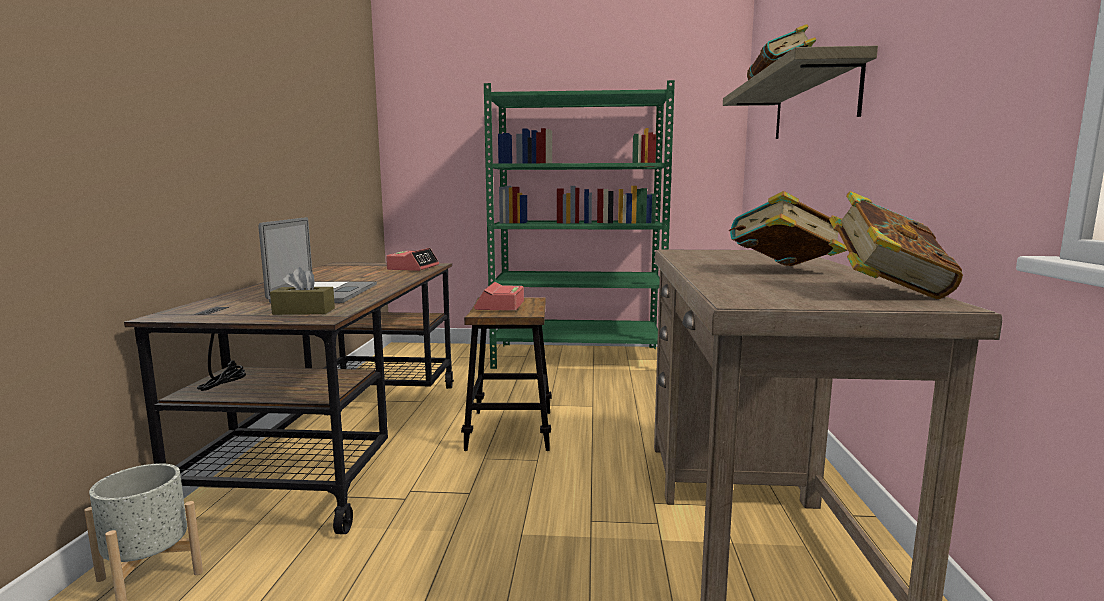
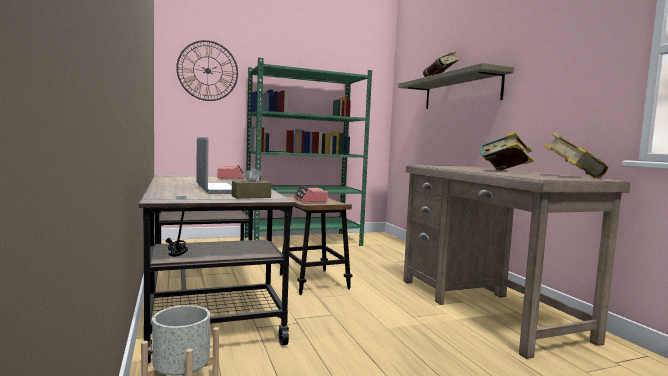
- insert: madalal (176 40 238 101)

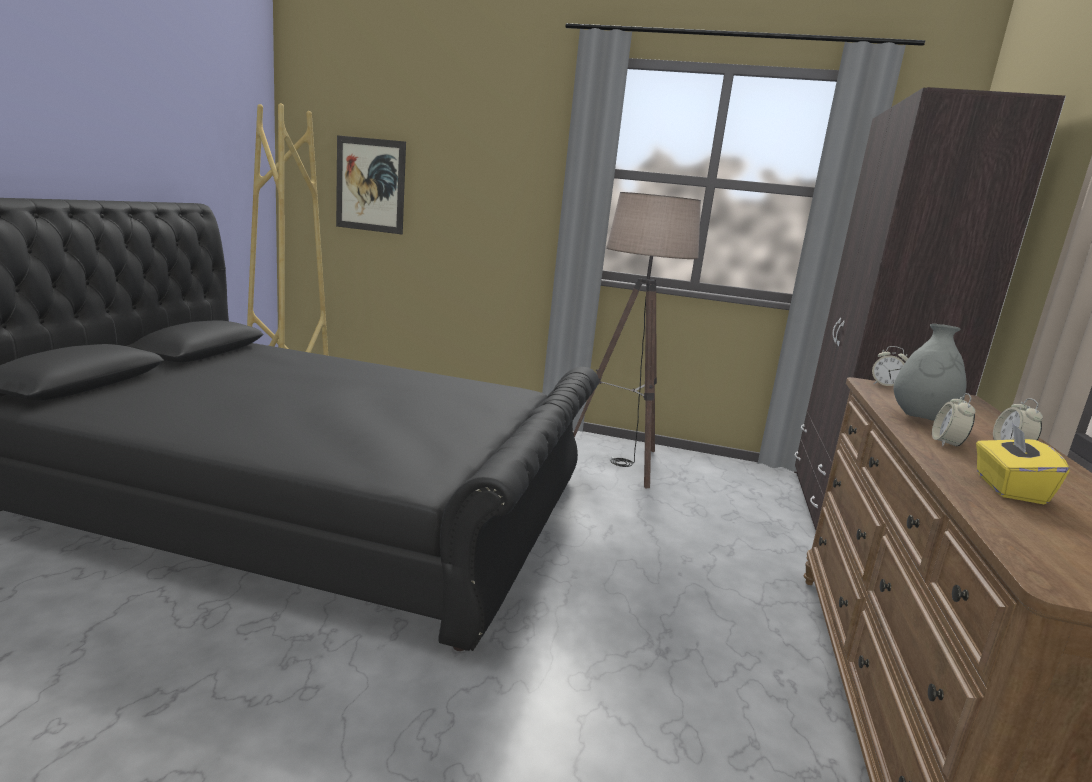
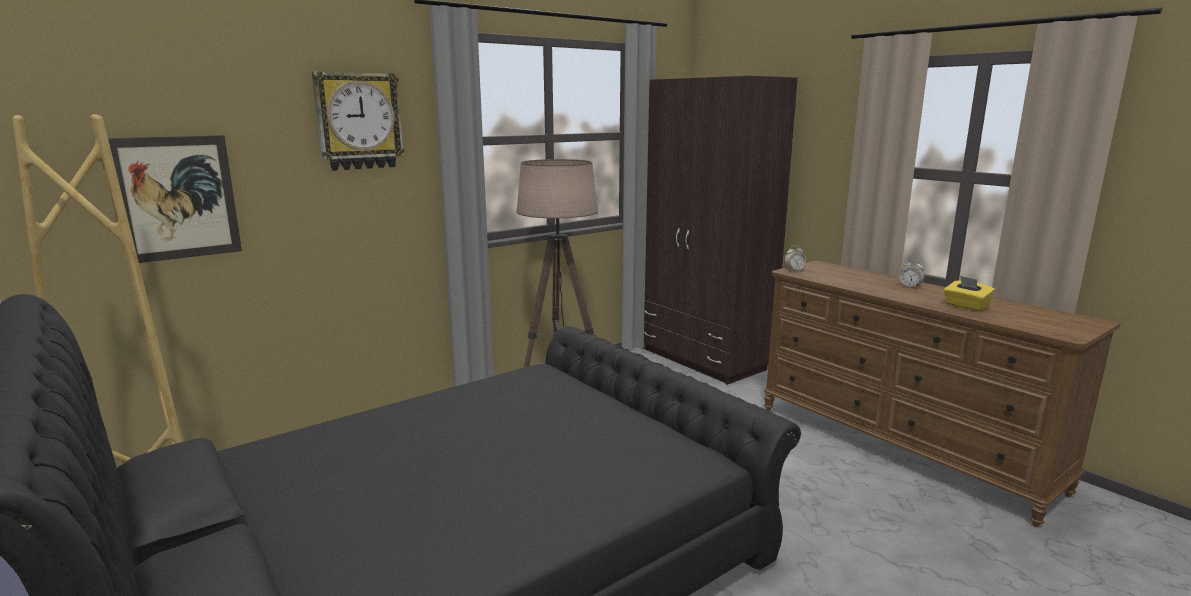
- delete: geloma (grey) (893 324 966 421)
- delete: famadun (932 393 976 447)
- insert: madalal (312 71 405 171)

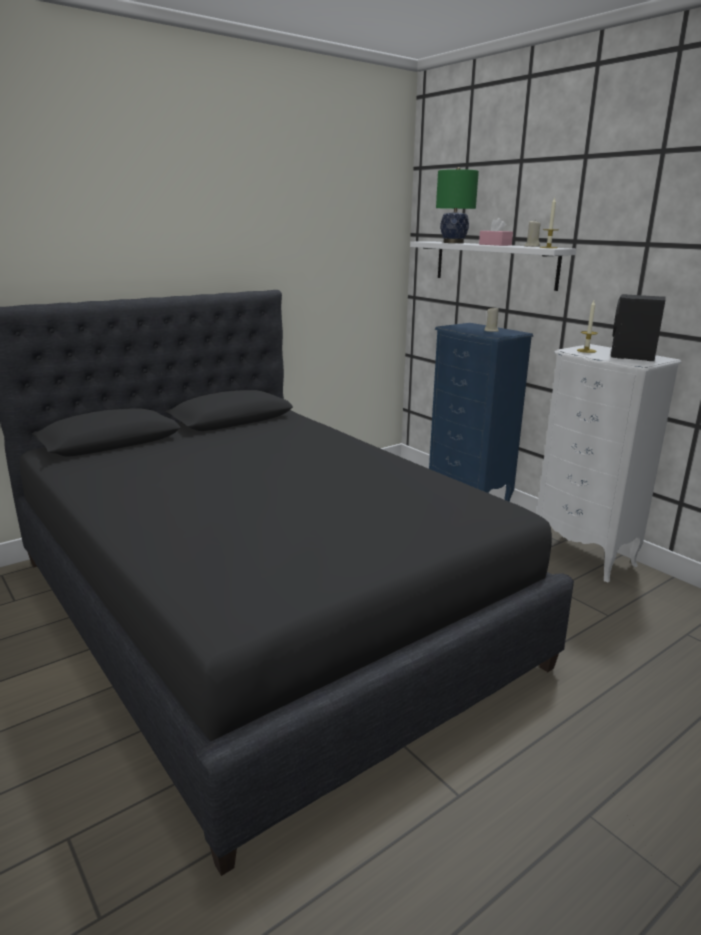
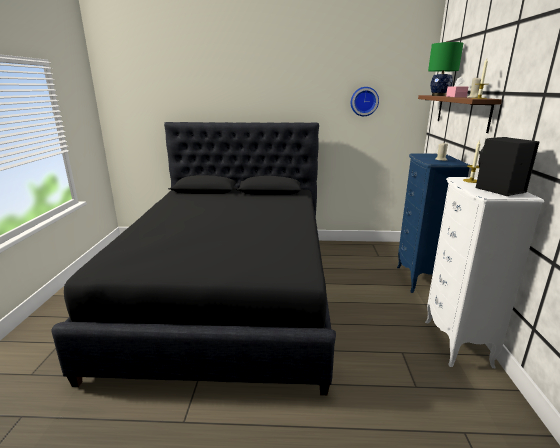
- recolor: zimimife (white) (410 241 576 291) to zimimife (brown) (418 95 502 133)
- insert: madalal (351 87 379 116)

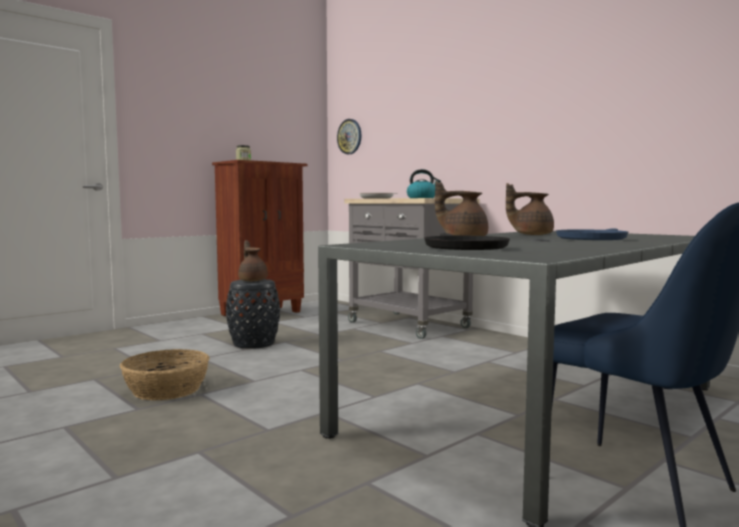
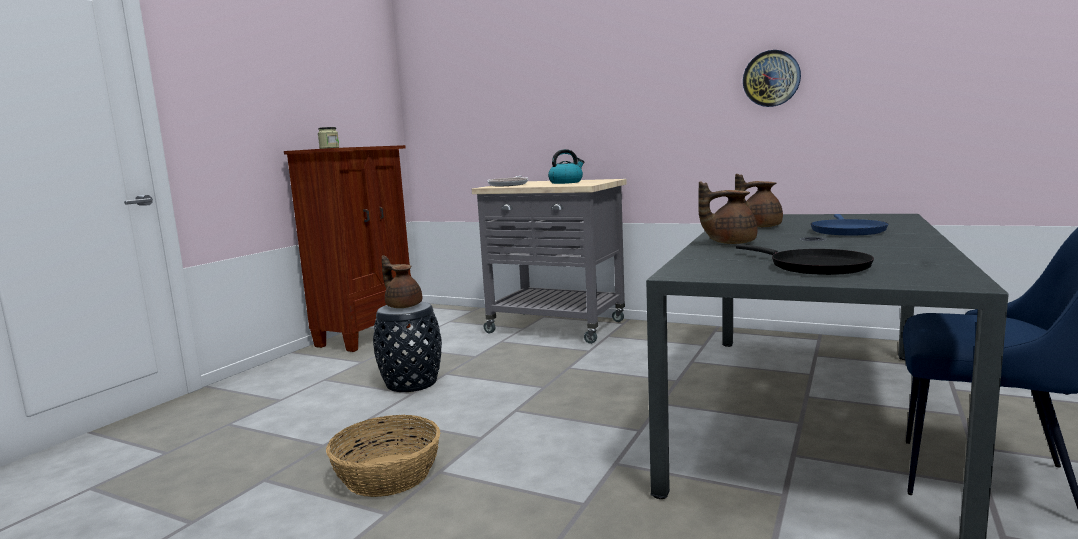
- move: madalal (337 119 362 154) to (743 50 801 107)

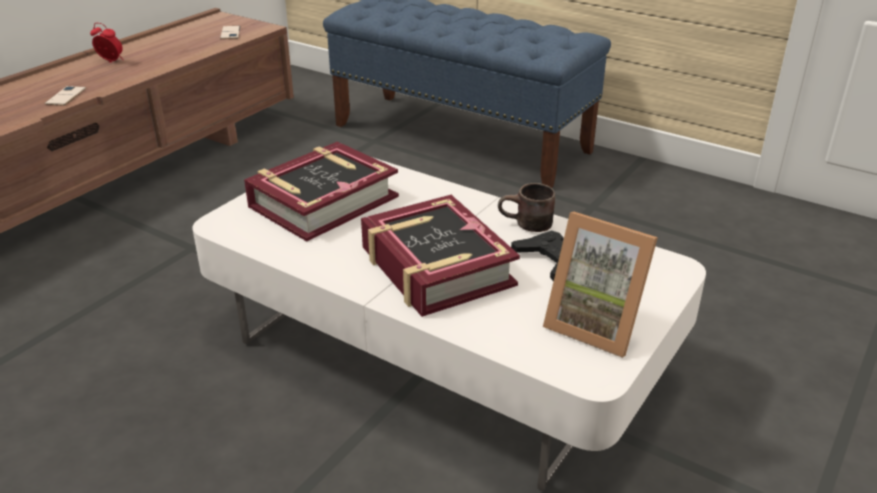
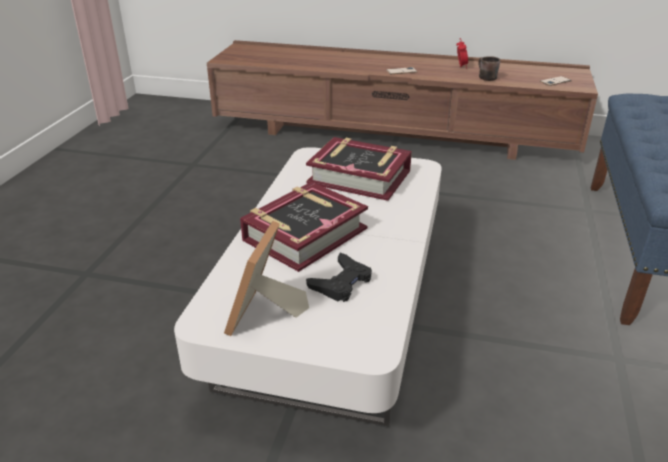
- move: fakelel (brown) (498 183 555 232) to (478 56 500 81)

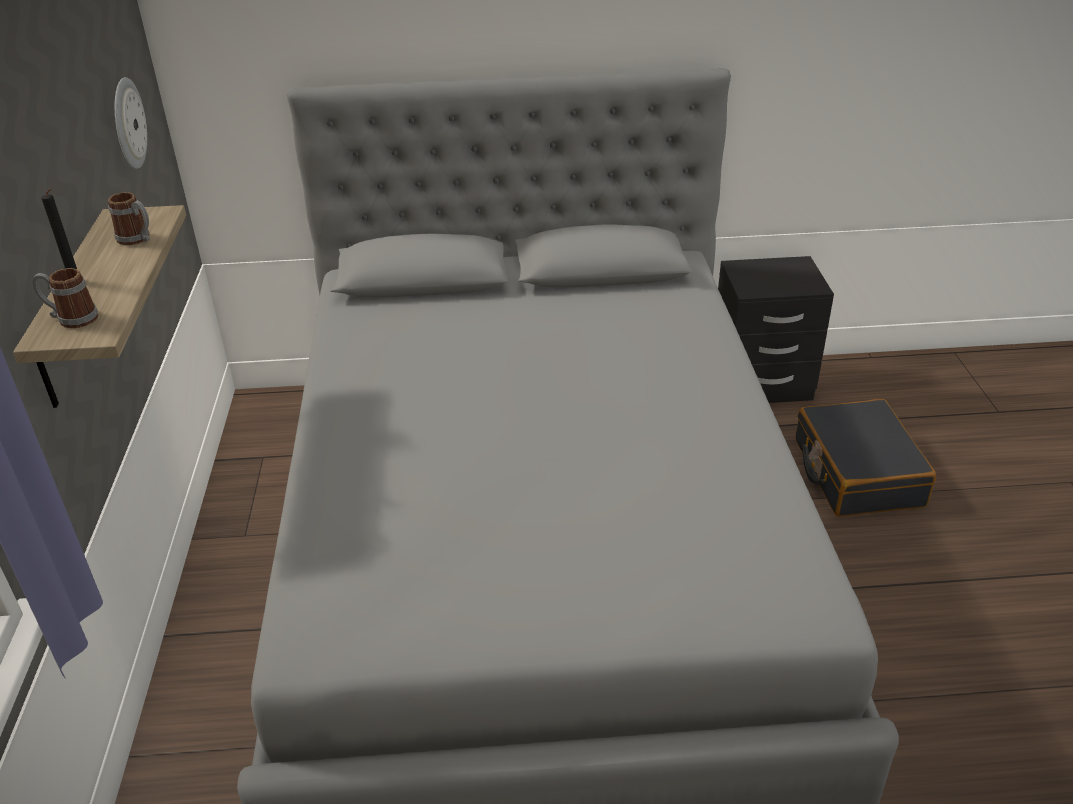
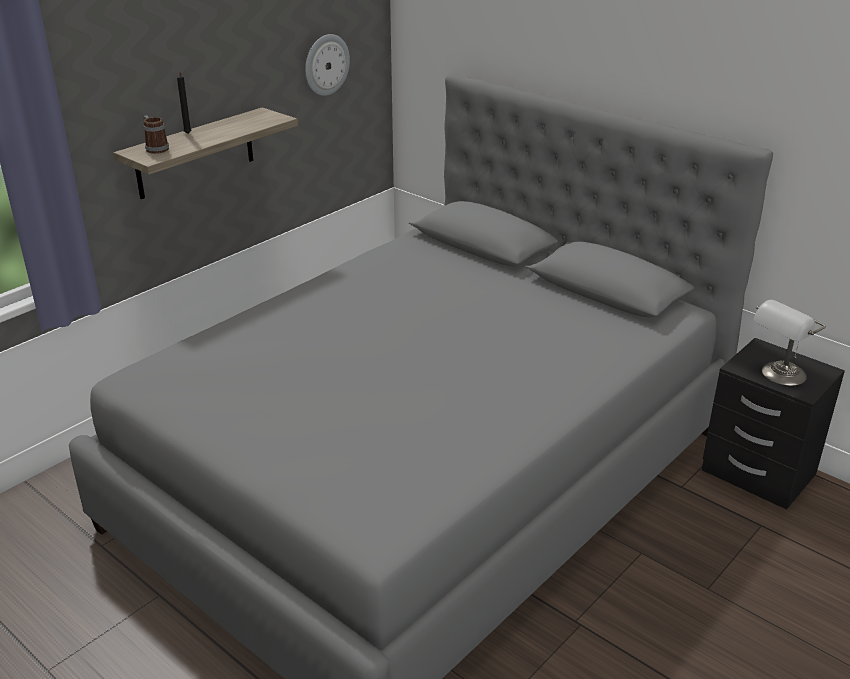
- delete: fakelel (108 192 150 245)
- delete: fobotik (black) (796 399 936 517)
- insert: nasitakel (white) (754 300 826 386)

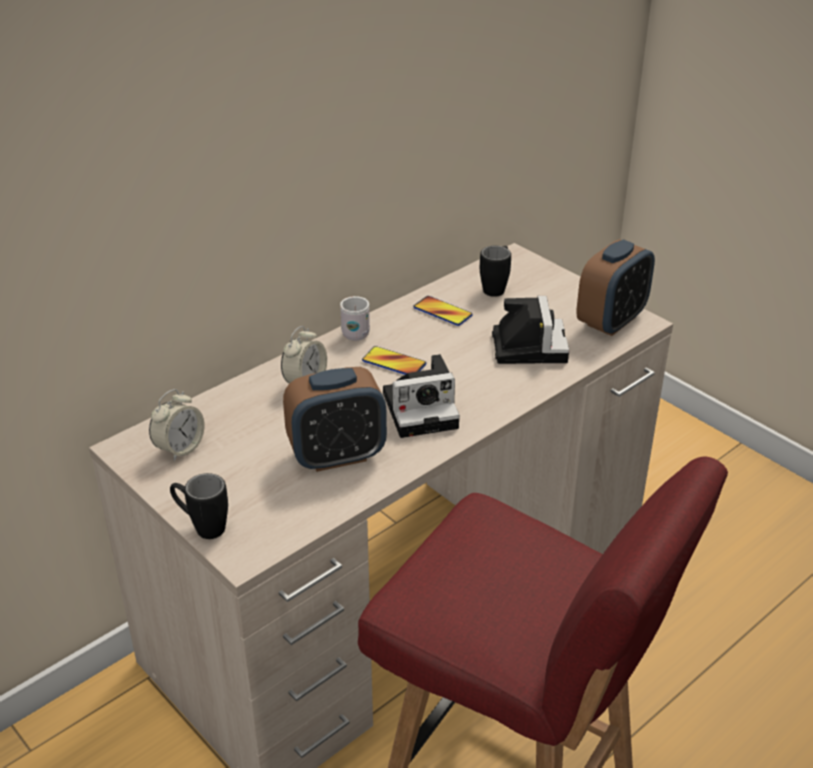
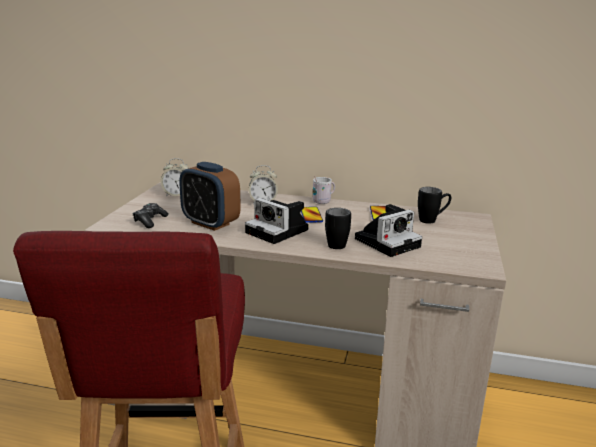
- move: fakelel (black) (170 473 228 539) to (325 208 351 249)
- delete: famadun (576 239 655 336)
- insert: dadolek (132 203 169 228)

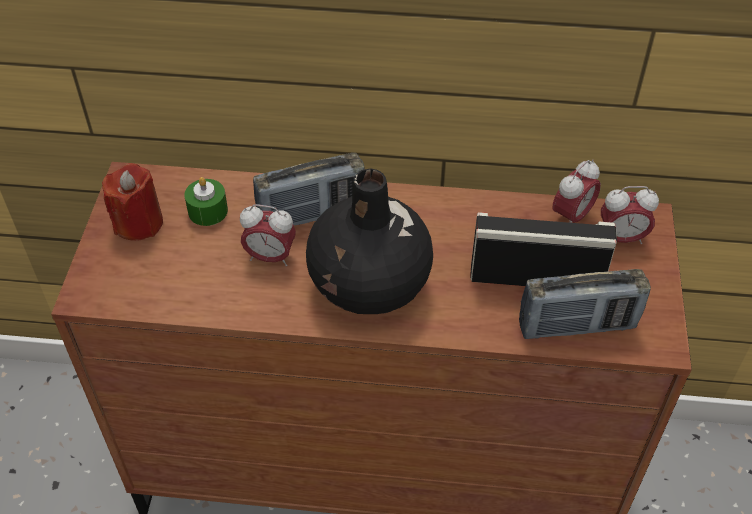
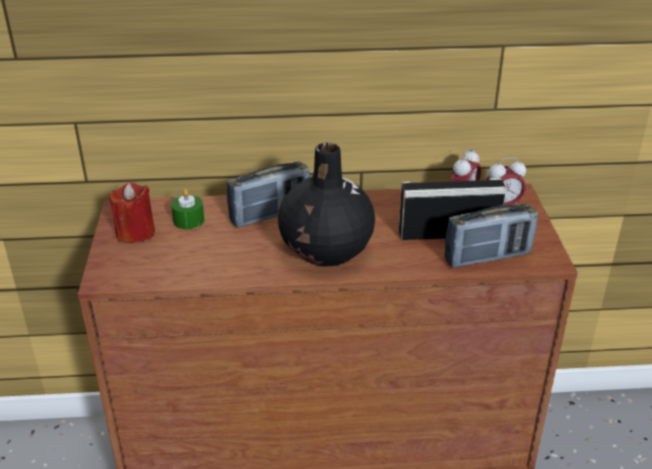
- delete: famadun (240 204 296 266)

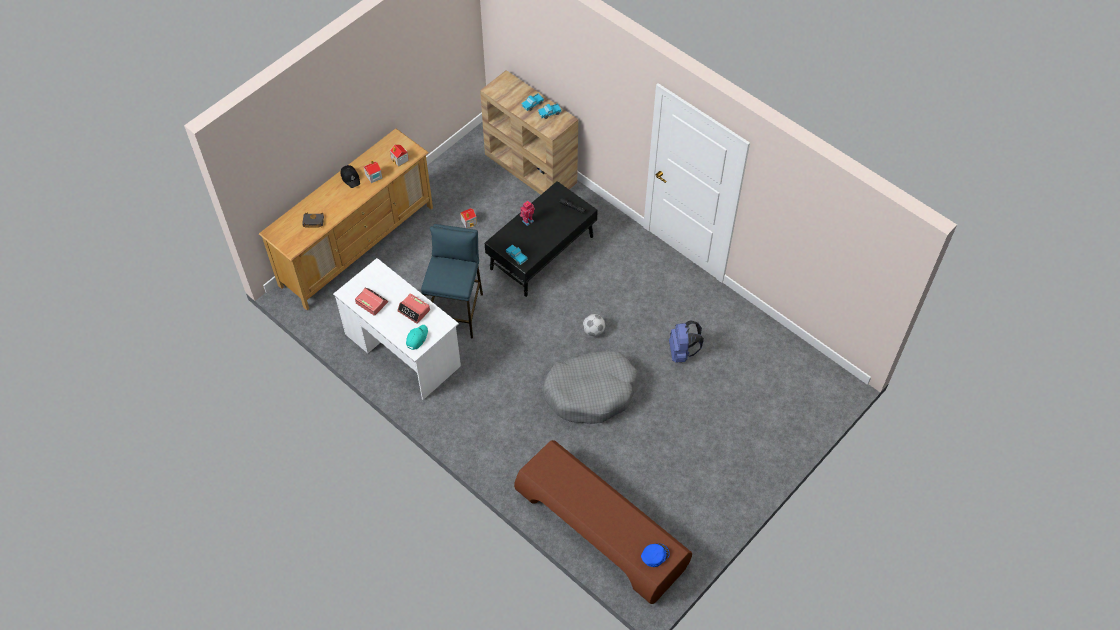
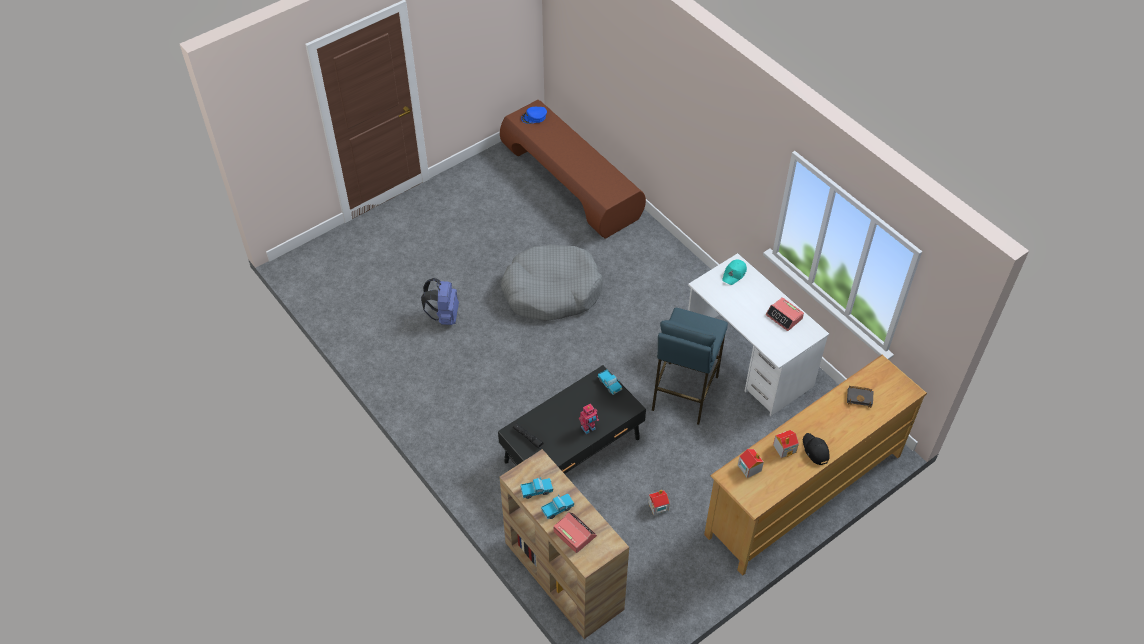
- move: famadun (397 293 430 324) to (553 512 597 553)
- delete: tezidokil (583 314 605 337)

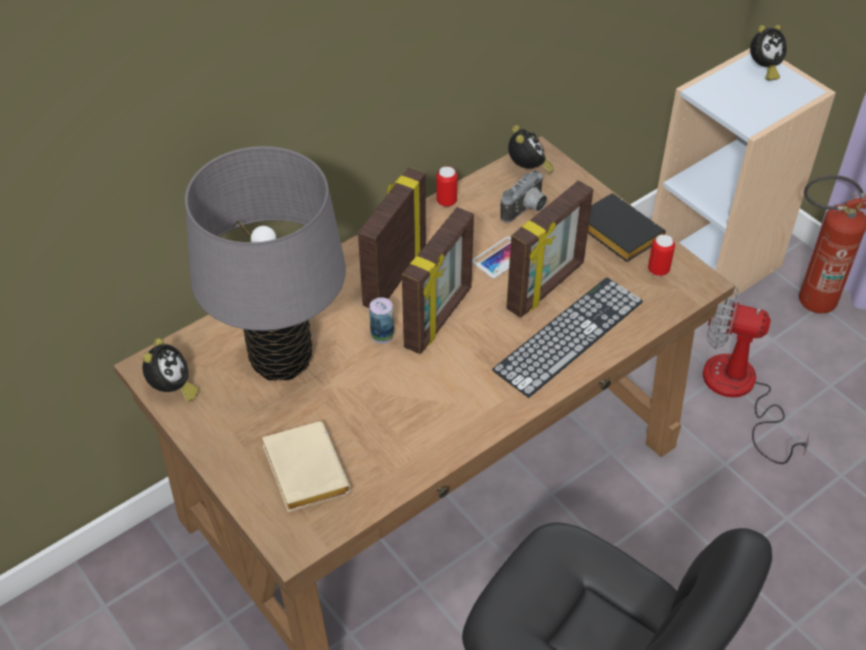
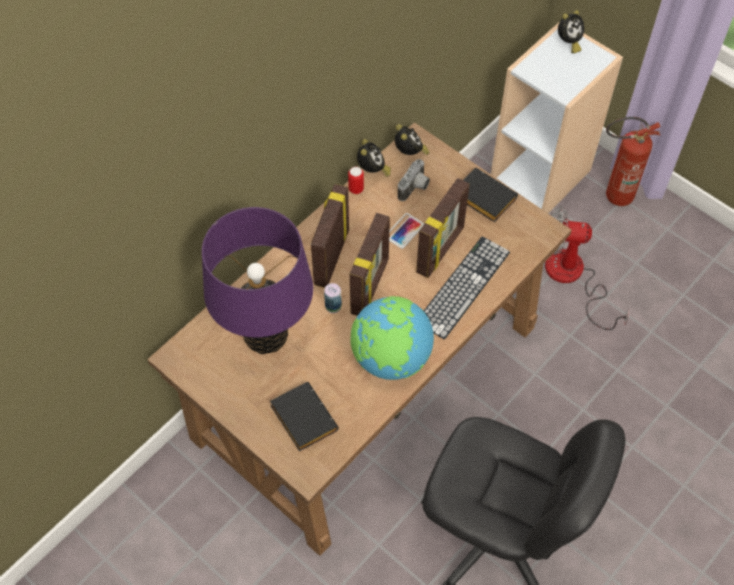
- move: famadun (142 338 199 402) to (357 139 391 177)
- recolor: nasitakel (grey) (185 146 346 381) to nasitakel (purple) (202 207 313 354)
- recolor: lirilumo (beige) (262 421 351 512) to lirilumo (black) (270 382 339 451)
- delete: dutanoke (648 235 675 276)
- insert: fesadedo (350 296 434 380)

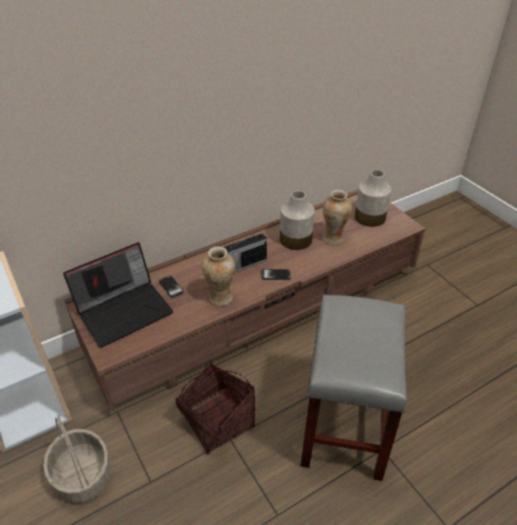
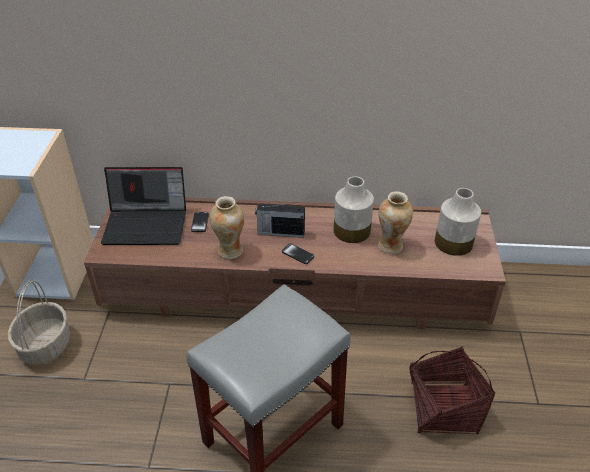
- move: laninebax (175 361 255 455) to (409 346 495 434)

